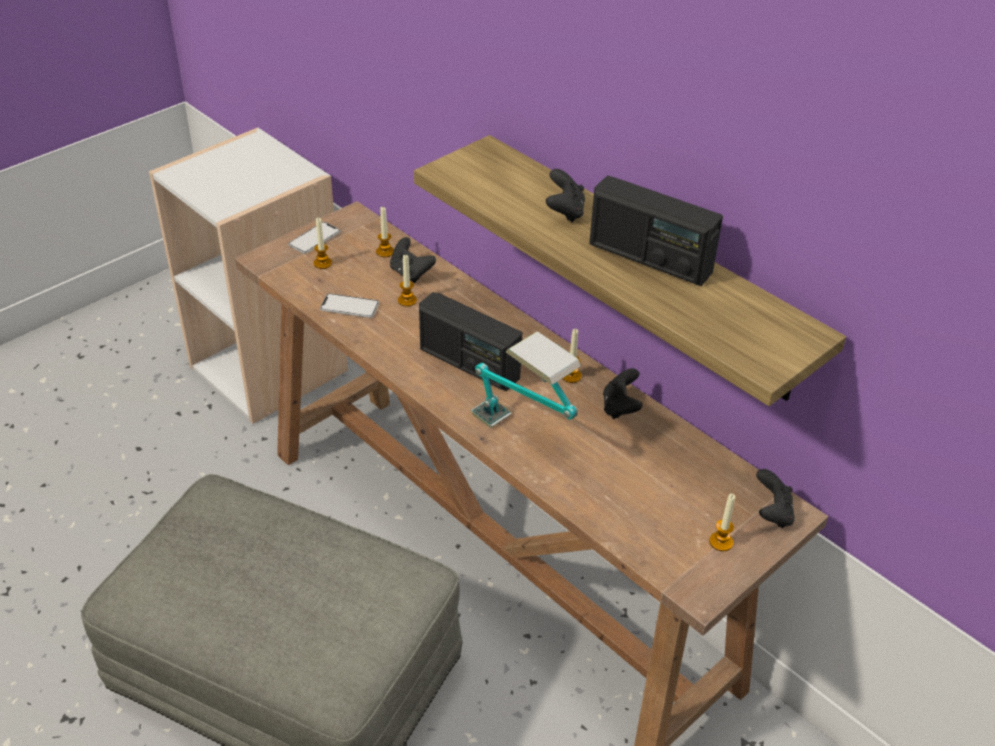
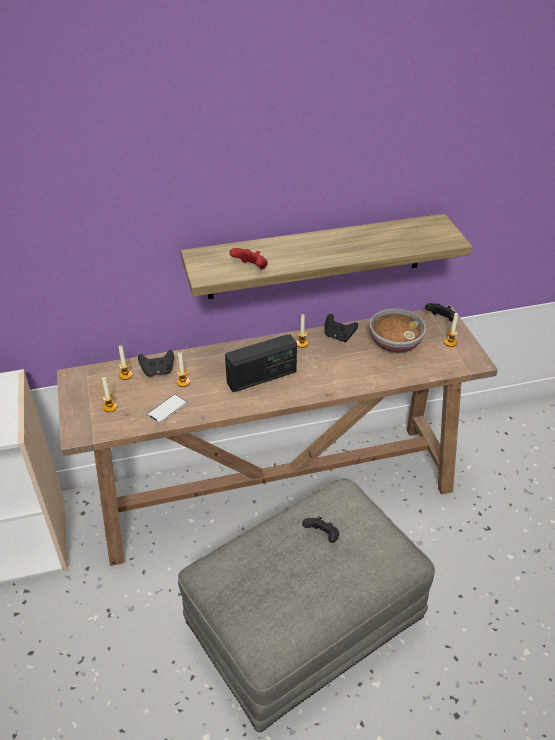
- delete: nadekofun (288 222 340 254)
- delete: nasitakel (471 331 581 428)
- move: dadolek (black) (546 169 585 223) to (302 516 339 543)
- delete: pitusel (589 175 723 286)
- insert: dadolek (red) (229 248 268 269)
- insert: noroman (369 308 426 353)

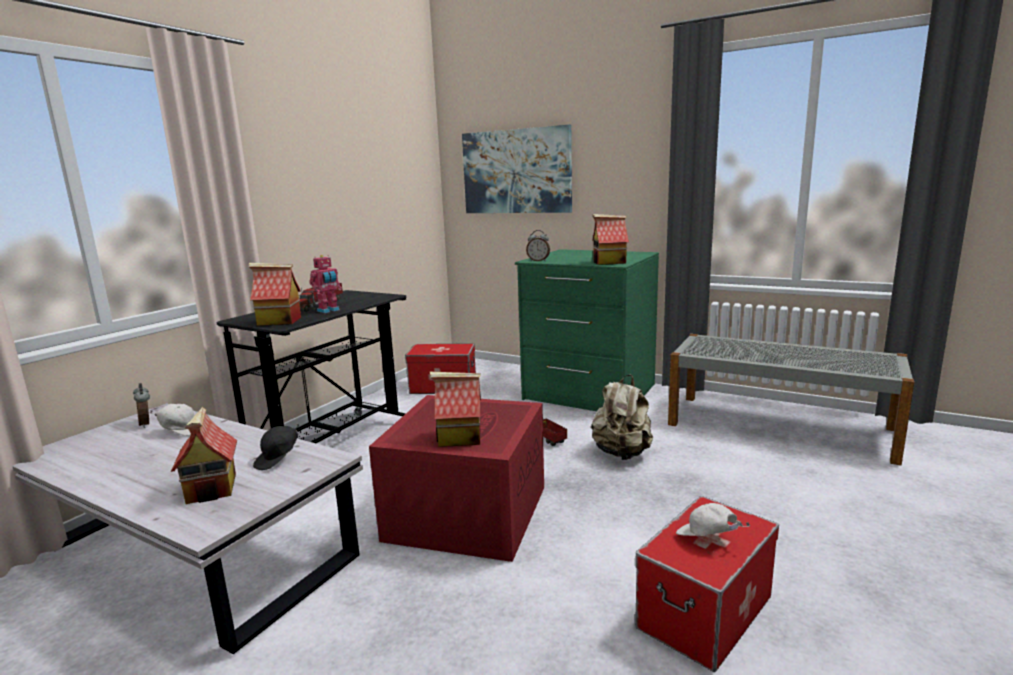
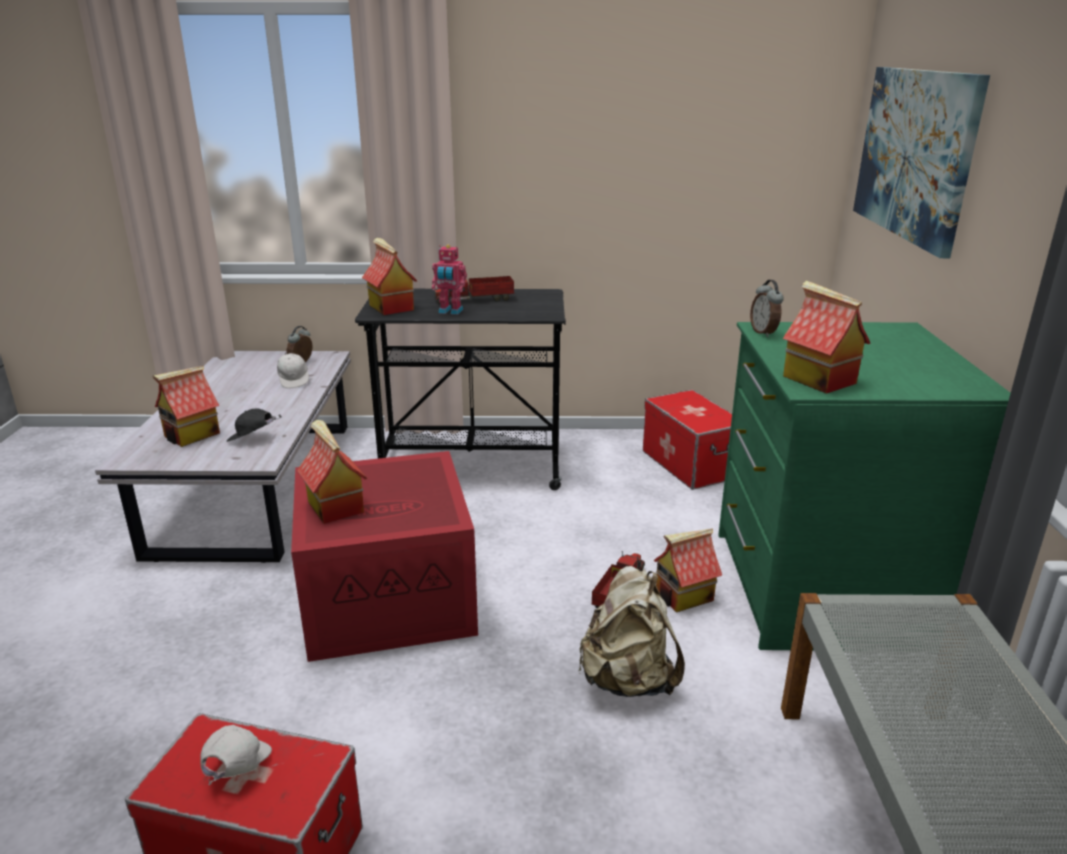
- insert: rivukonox (654 529 722 612)

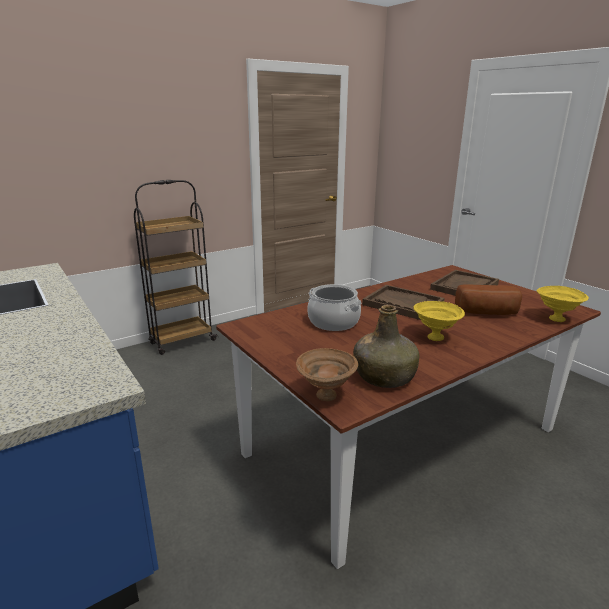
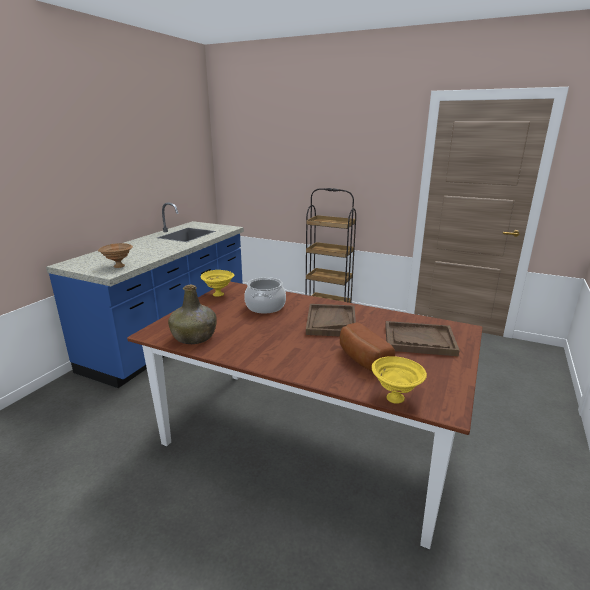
- move: noroman (brown) (296 348 358 401) to (98 243 133 268)
- move: noroman (yellow) (413 301 465 341) to (200 270 234 297)

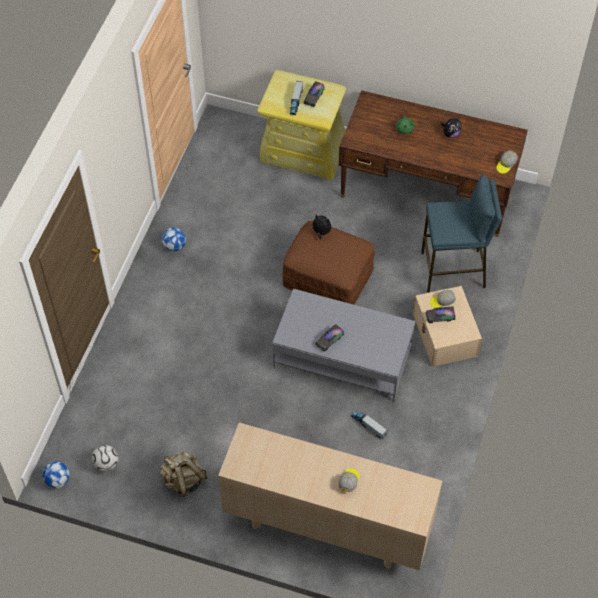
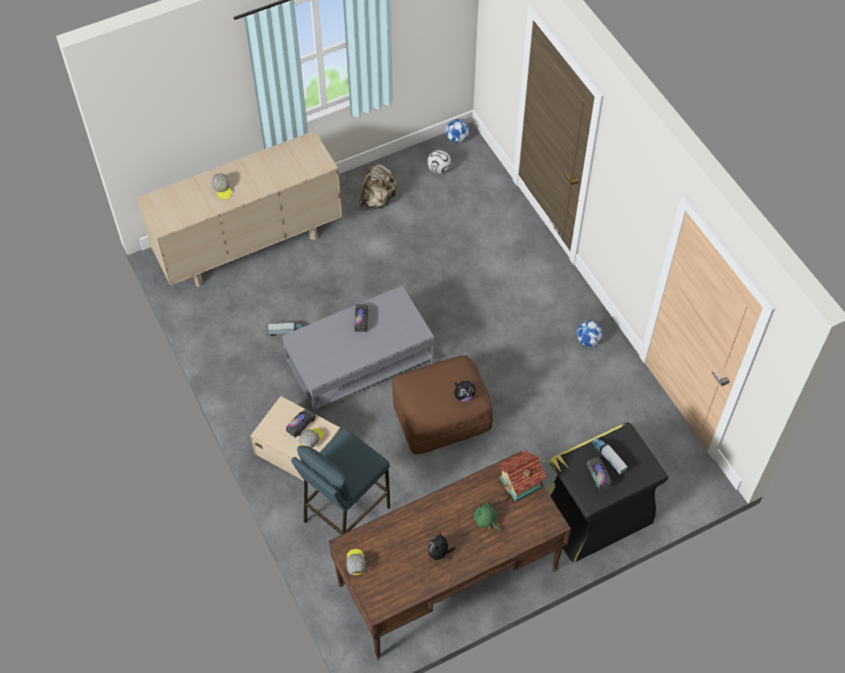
- recolor: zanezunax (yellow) (257 70 346 180) to zanezunax (black) (549 422 668 562)
- insert: rivukonox (497 450 546 502)

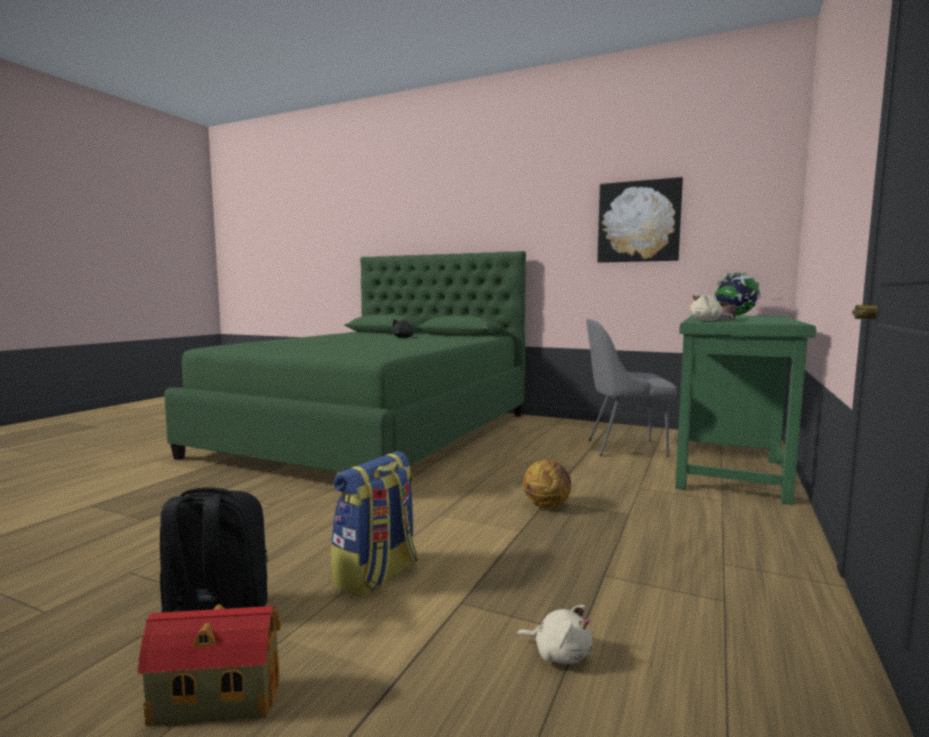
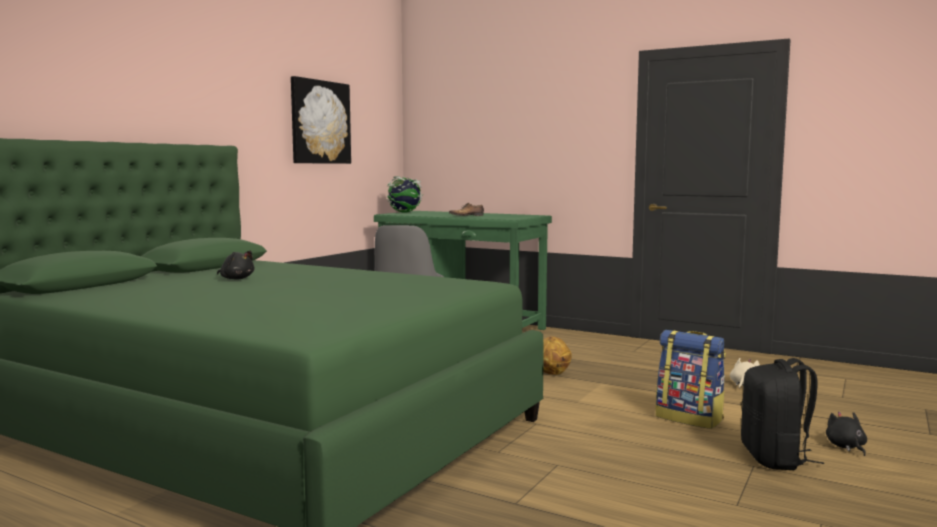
- replace: rivukonox (137 605 280 727) to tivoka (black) (826 412 867 456)
- delete: tivoka (beige) (690 294 734 321)

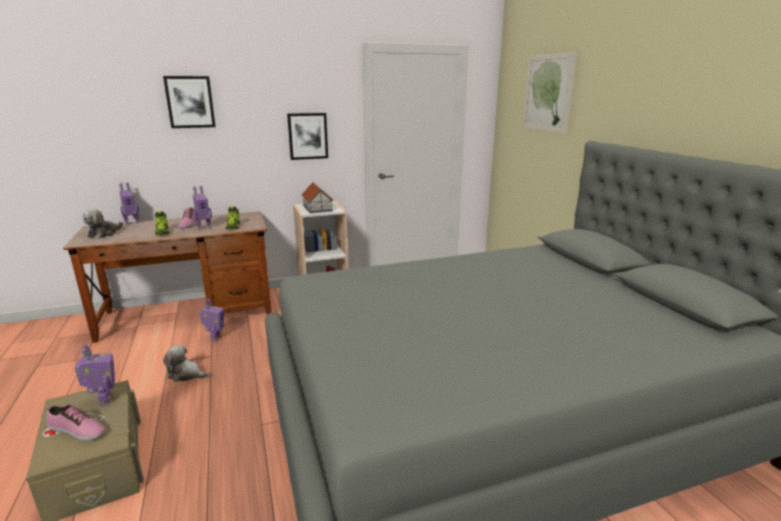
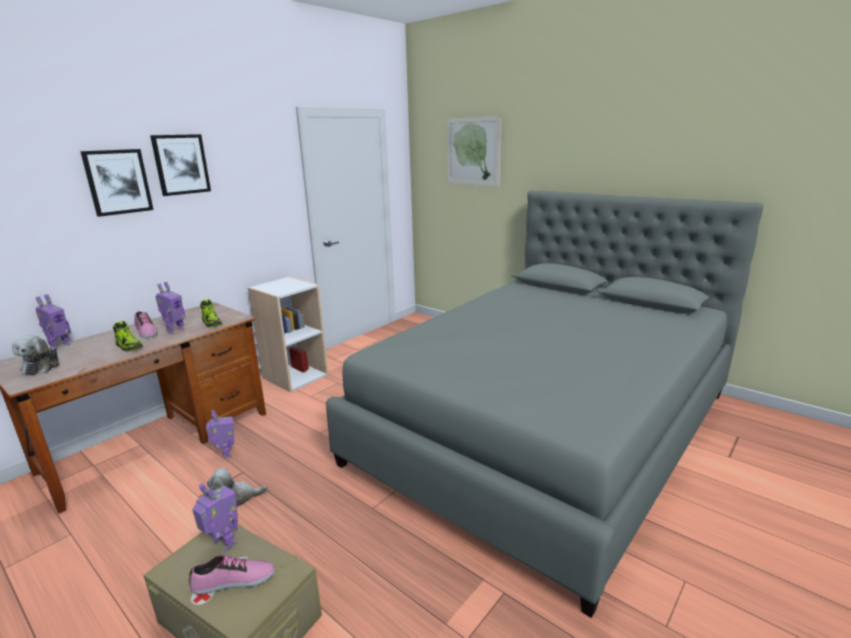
- move: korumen (287 113 328 160) to (150 134 211 196)
- delete: rivukonox (301 182 334 214)

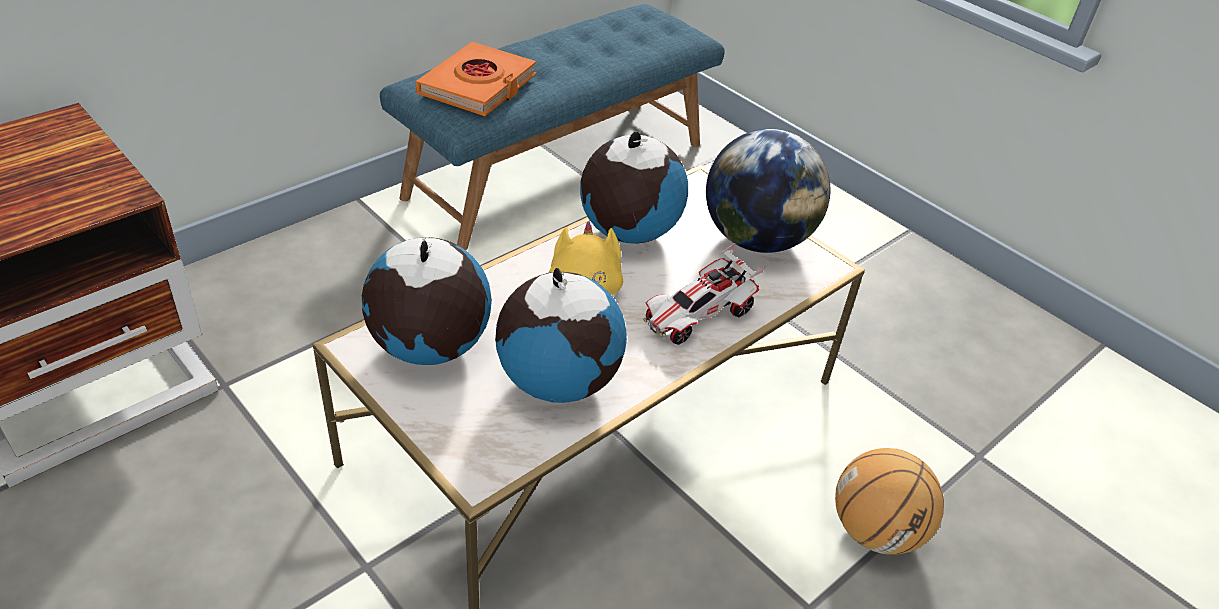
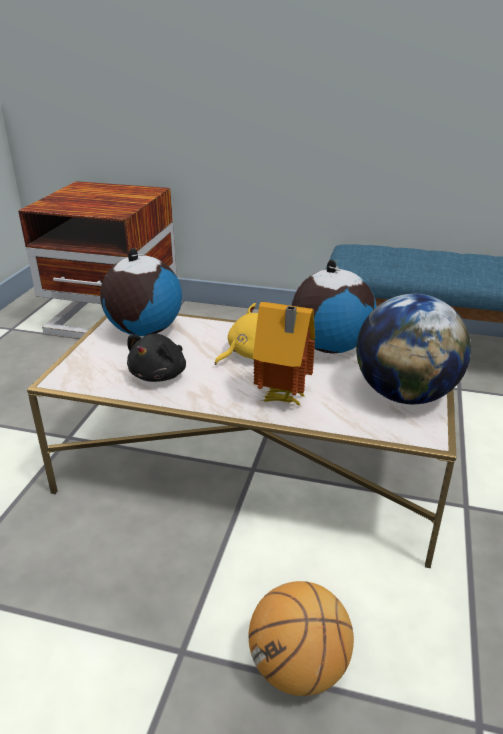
- delete: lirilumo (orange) (415 42 537 116)
- replace: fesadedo (495 268 627 403) to tivoka (black) (127 334 186 382)
- replace: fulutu (643 243 766 345) to rivukonox (253 302 315 407)

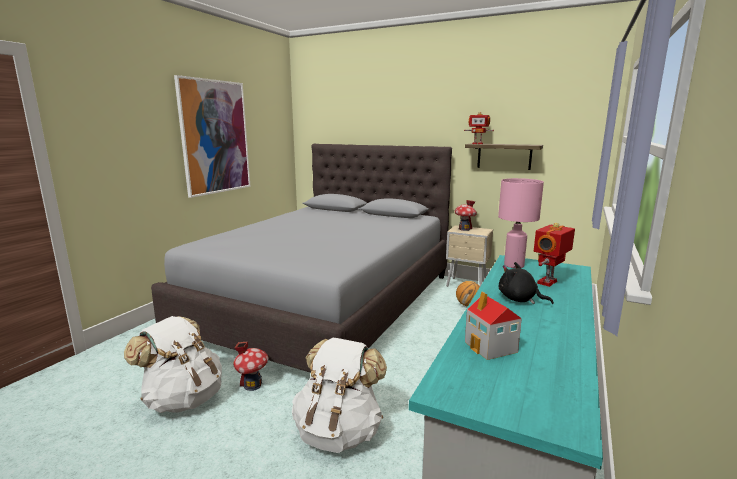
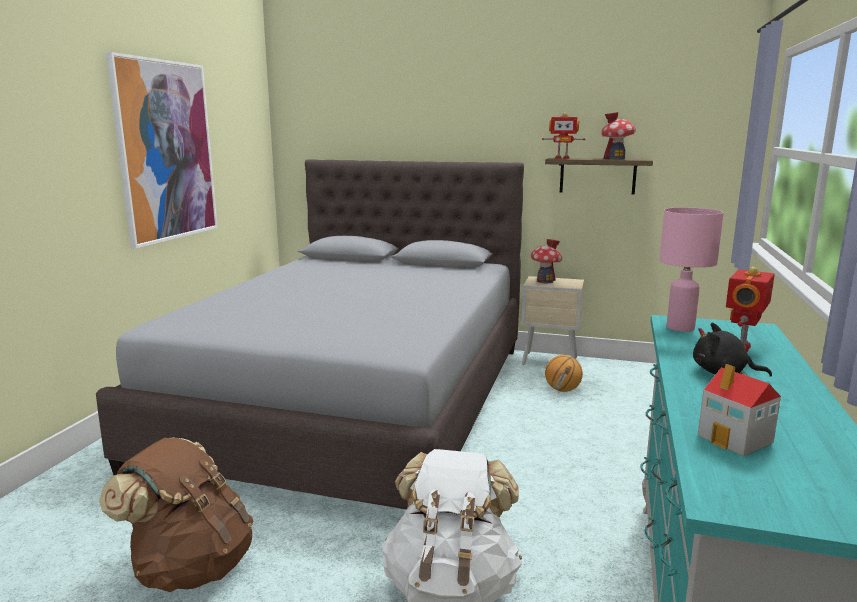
- recolor: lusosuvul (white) (124 316 222 413) to lusosuvul (brown) (99 437 254 592)
- move: rivukonox (233 341 268 391) to (601 112 636 159)

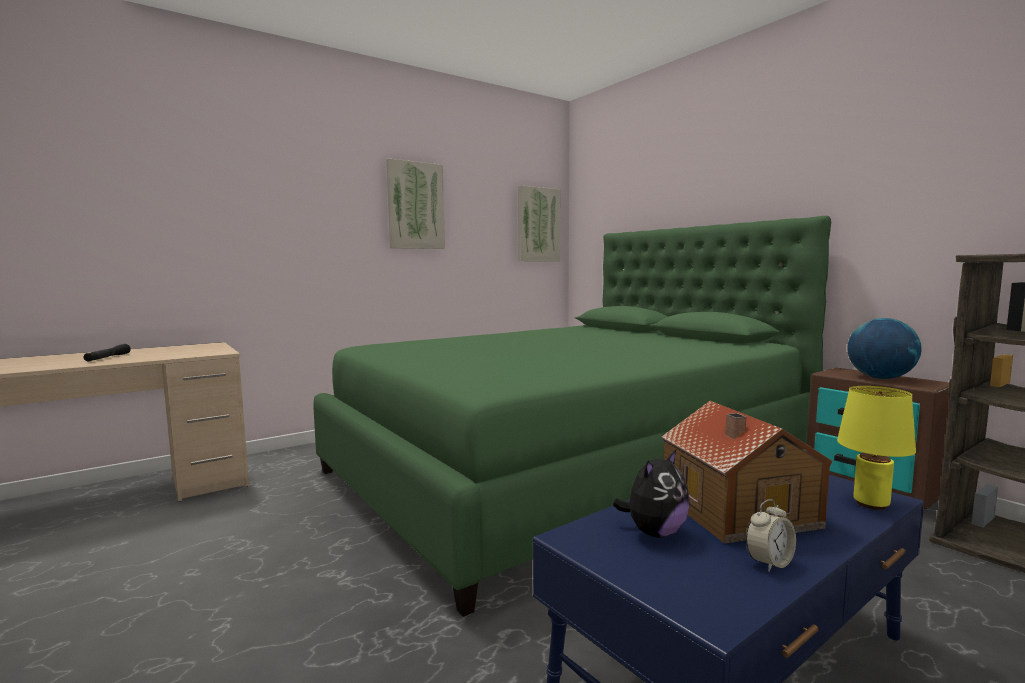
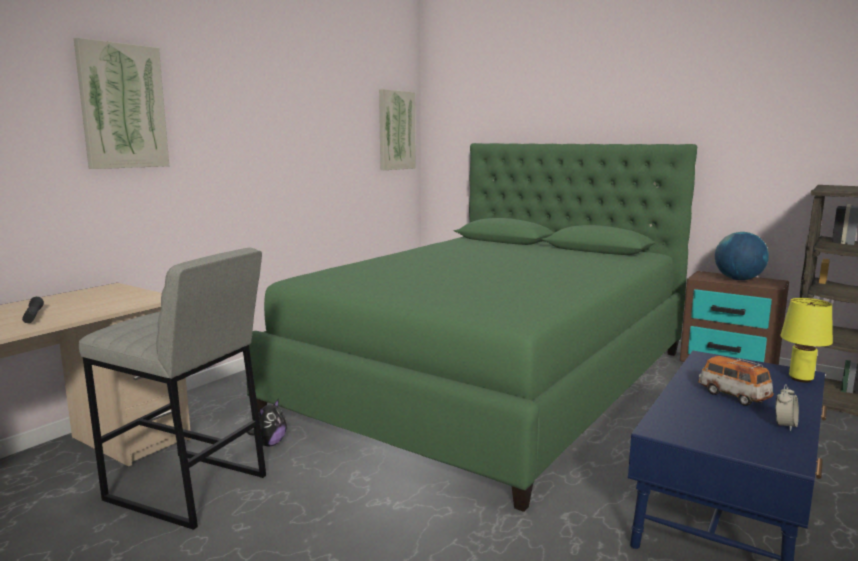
- move: korumen (387 158 445 249) to (74 38 169 169)
- move: tivoka (613 450 689 538) to (246 399 287 447)
- replace: rivukonox (662 401 833 544) to fulutu (698 356 774 406)
- insert: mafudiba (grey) (79 248 266 530)

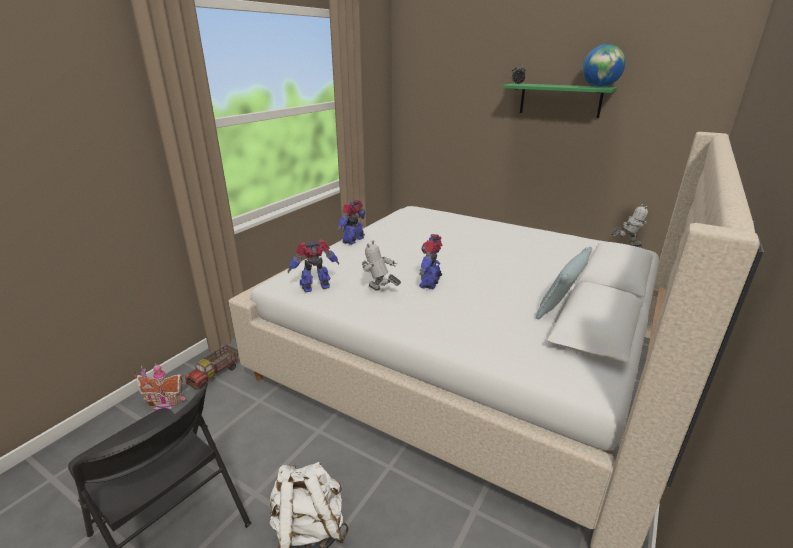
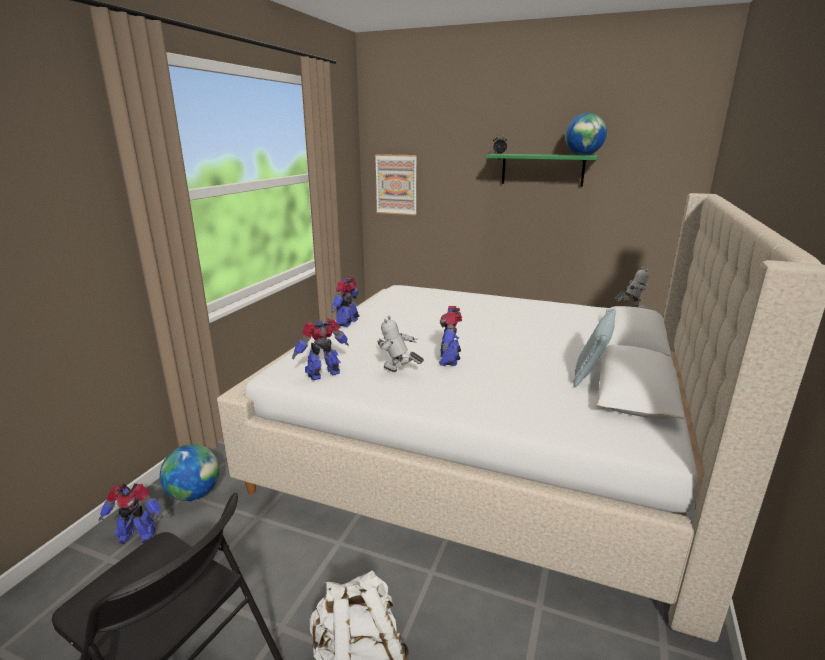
- replace: rivukonox (134 363 186 410) to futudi (99 484 163 544)
- replace: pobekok (185 345 238 390) to fesadedo (160 444 219 501)
- insert: korumen (375 154 417 215)

